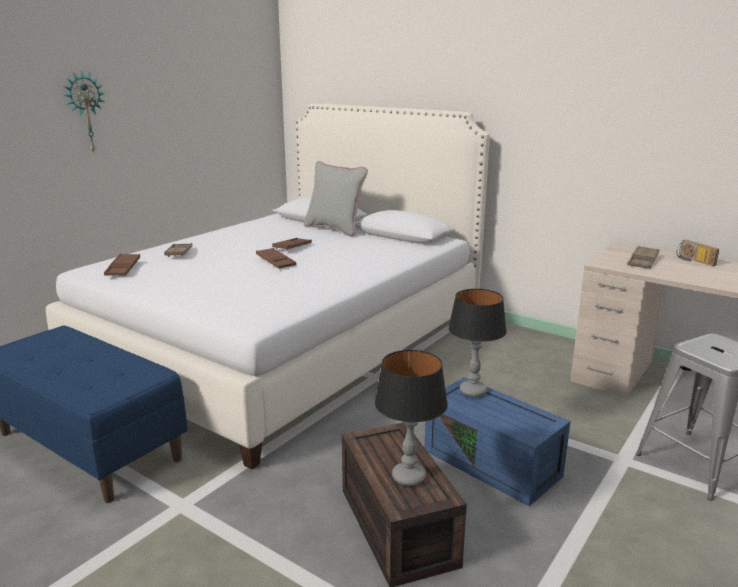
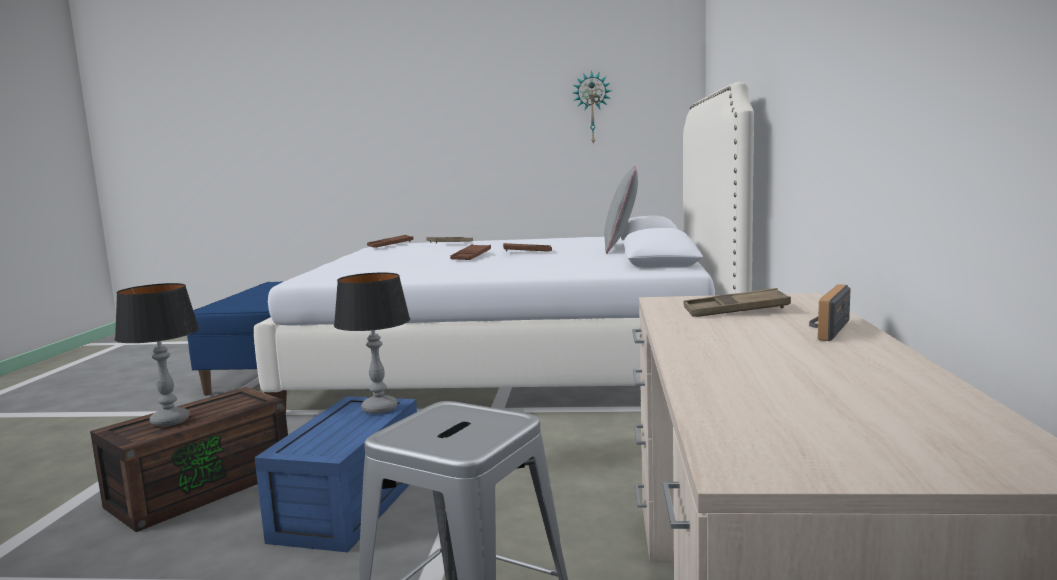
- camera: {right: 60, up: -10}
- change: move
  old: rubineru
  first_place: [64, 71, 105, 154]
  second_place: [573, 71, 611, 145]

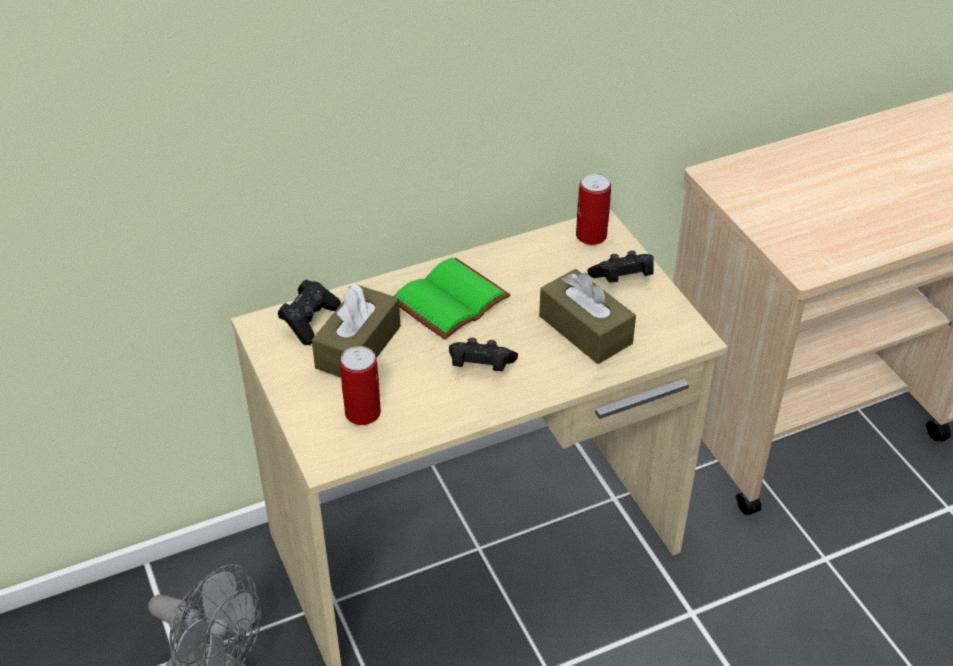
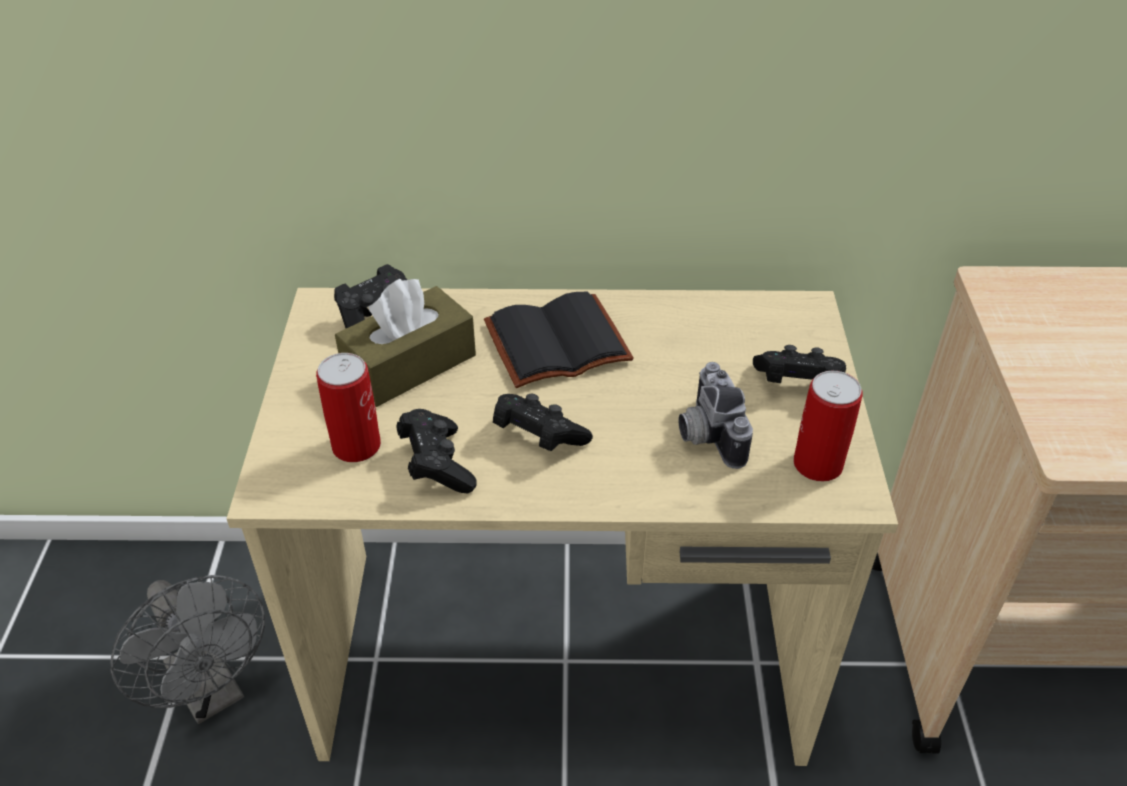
- camera: {right: 25, up: 0}
- change: recolor
  old: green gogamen
  new: black gogamen
  first_place: [394, 258, 511, 340]
  second_place: [484, 291, 634, 388]
- change: replace
  old: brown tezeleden
  new: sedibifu
  first_place: [539, 269, 636, 364]
  second_place: [678, 362, 753, 469]
- change: move
  old: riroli
  first_place: [576, 173, 611, 245]
  second_place: [793, 371, 863, 482]
- change: insert
  new: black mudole
  second_place: [396, 409, 477, 493]

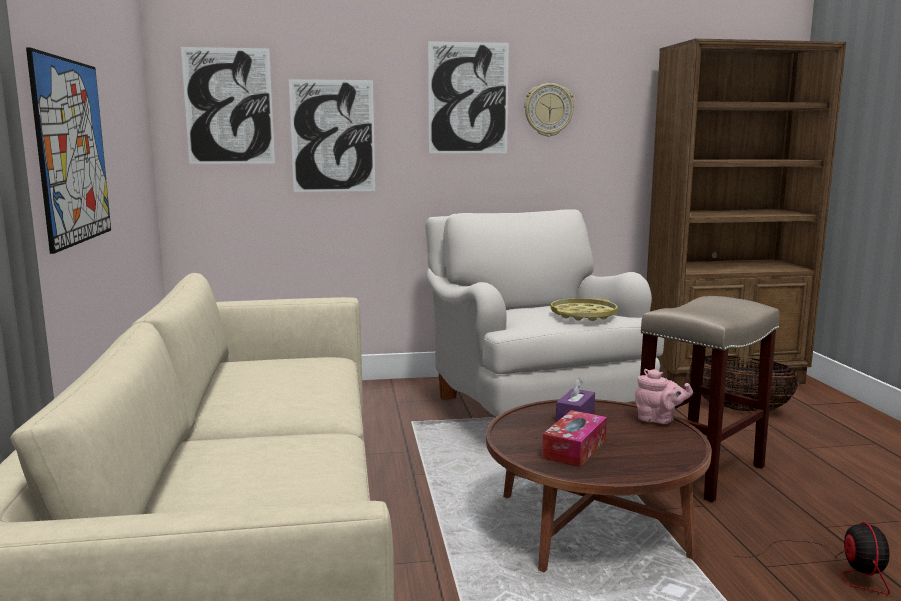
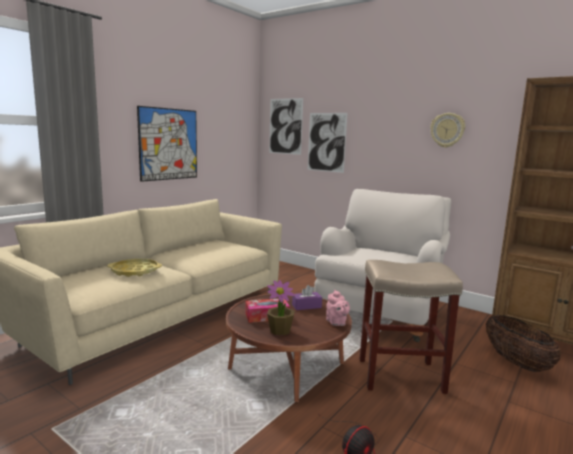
- camera: {right: 45, up: 0}
- change: delete
  old: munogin
  first_place: [428, 41, 509, 153]
- change: move
  old: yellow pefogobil
  first_place: [551, 298, 618, 321]
  second_place: [107, 259, 162, 277]
- change: insert
  new: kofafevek
  second_place: [267, 280, 295, 336]

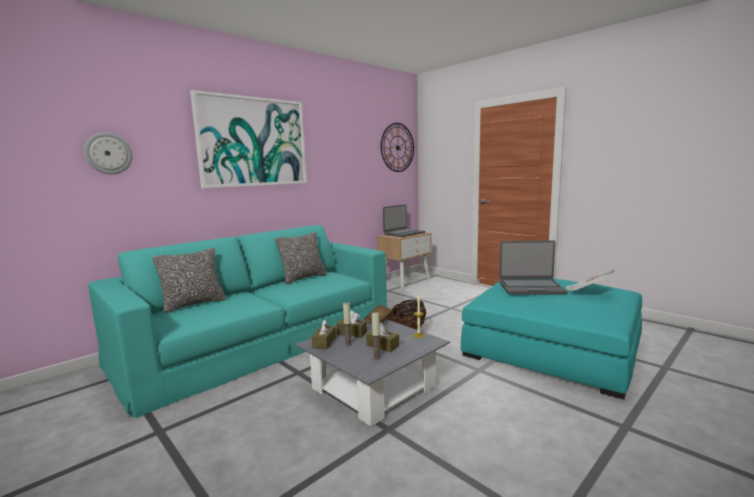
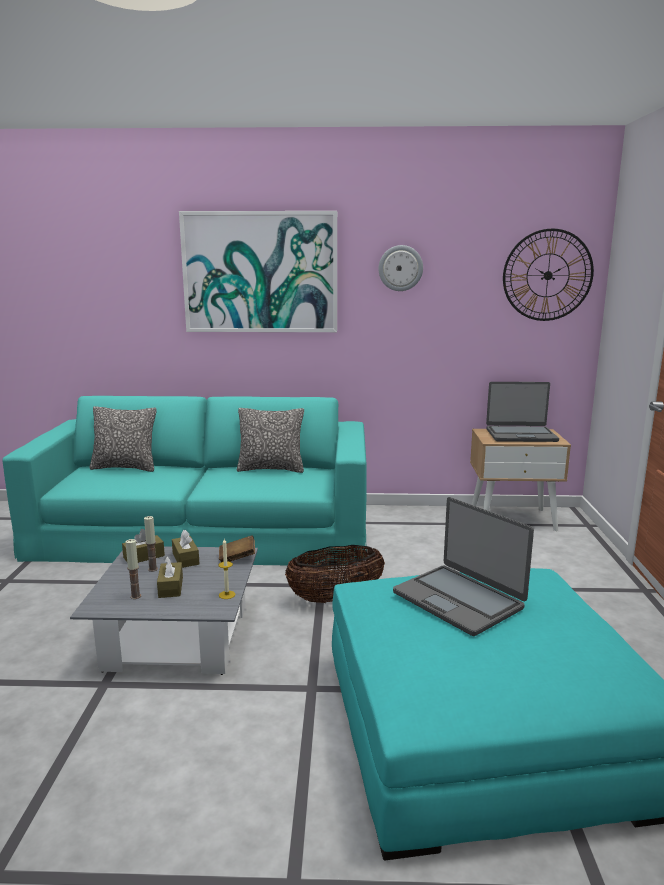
- camera: {right: 45, up: 5}
- change: move
  old: rubineru
  first_place: [84, 132, 133, 174]
  second_place: [378, 245, 423, 291]
- change: delete
  old: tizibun
  first_place: [566, 270, 617, 292]

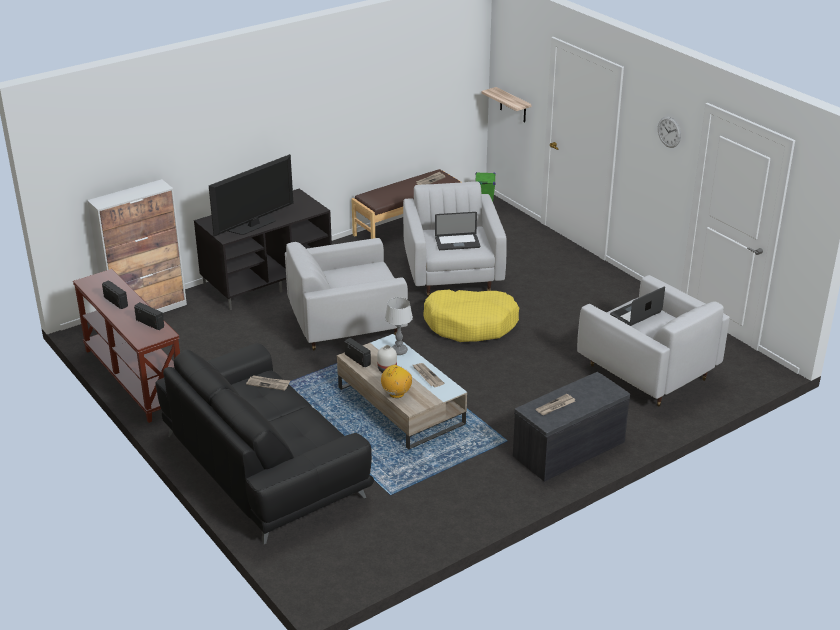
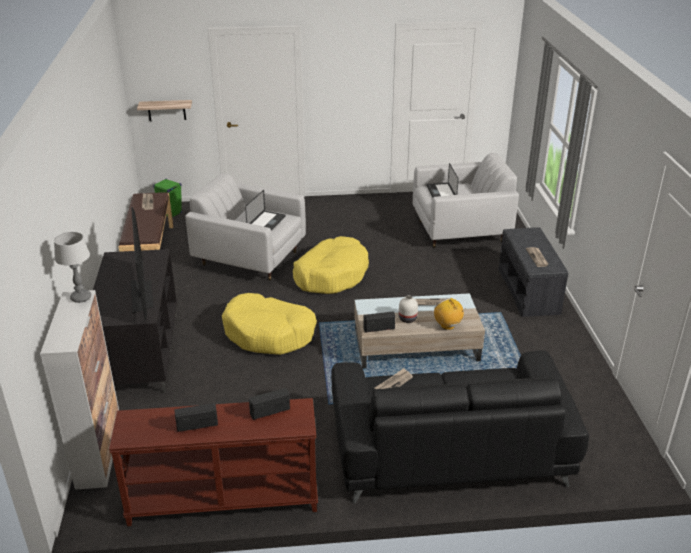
- camera: {right: -60, up: 0}
- change: replace
  old: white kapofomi
  new: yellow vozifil
  first_place: [285, 238, 408, 350]
  second_place: [222, 293, 317, 355]
- change: move
  old: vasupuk
  first_place: [385, 297, 413, 355]
  second_place: [54, 232, 91, 303]
- change: delete
  old: rubineru
  first_place: [658, 116, 681, 148]

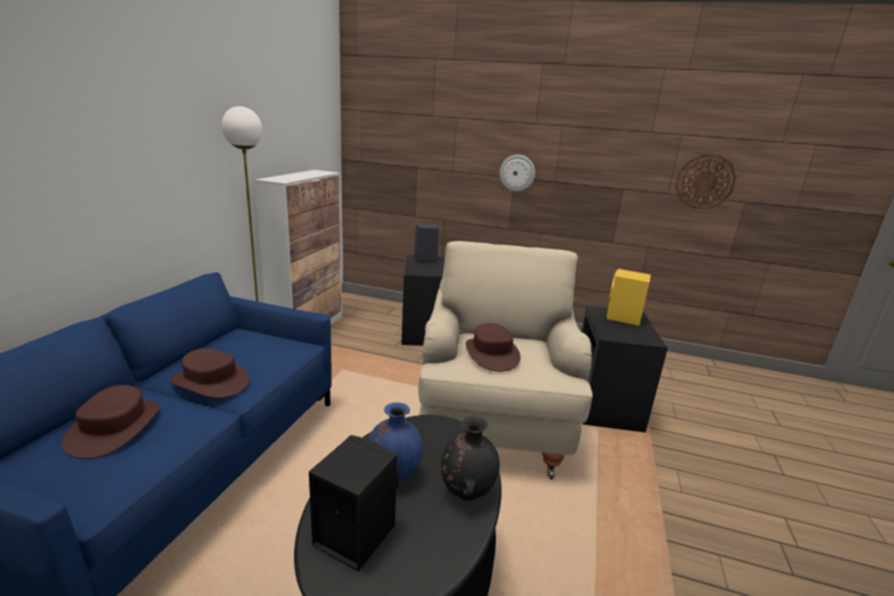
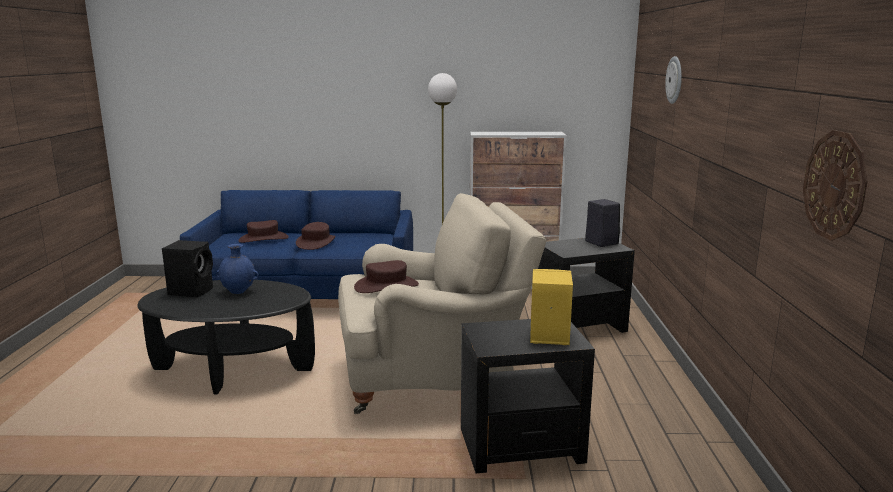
- camera: {right: 75, up: -5}
- change: delete
  old: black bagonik
  first_place: [441, 417, 500, 501]
- change: move
  old: rubineru
  first_place: [500, 155, 535, 192]
  second_place: [665, 56, 682, 104]

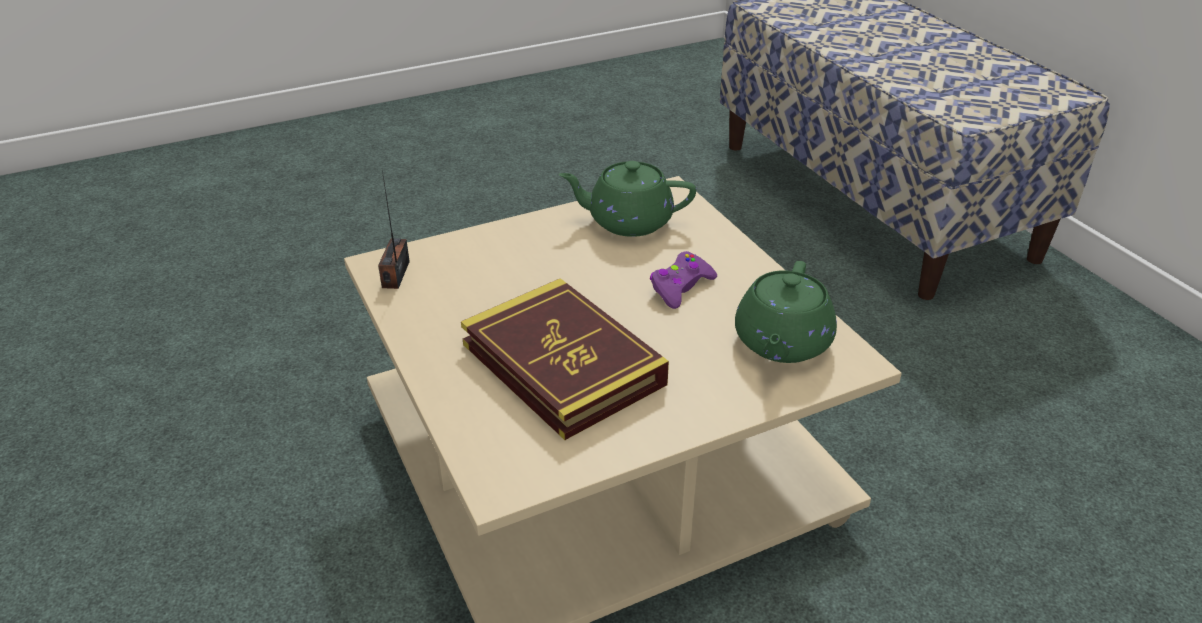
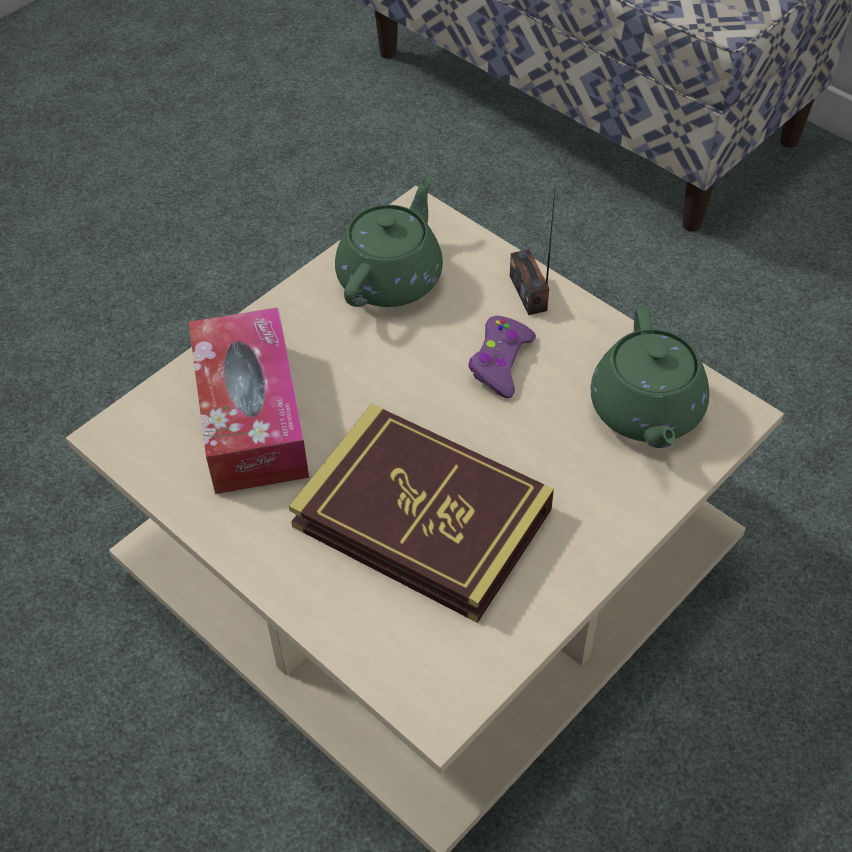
- camera: {right: -20, up: 15}
- change: move
  old: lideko
  first_place: [378, 170, 410, 289]
  second_place: [510, 192, 555, 315]
- change: rotate
  old: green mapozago
  first_place: [559, 161, 696, 237]
  second_place: [335, 175, 443, 307]
  degrees: 135
- change: insert
  new: tezeleden
  second_place: [189, 308, 309, 494]

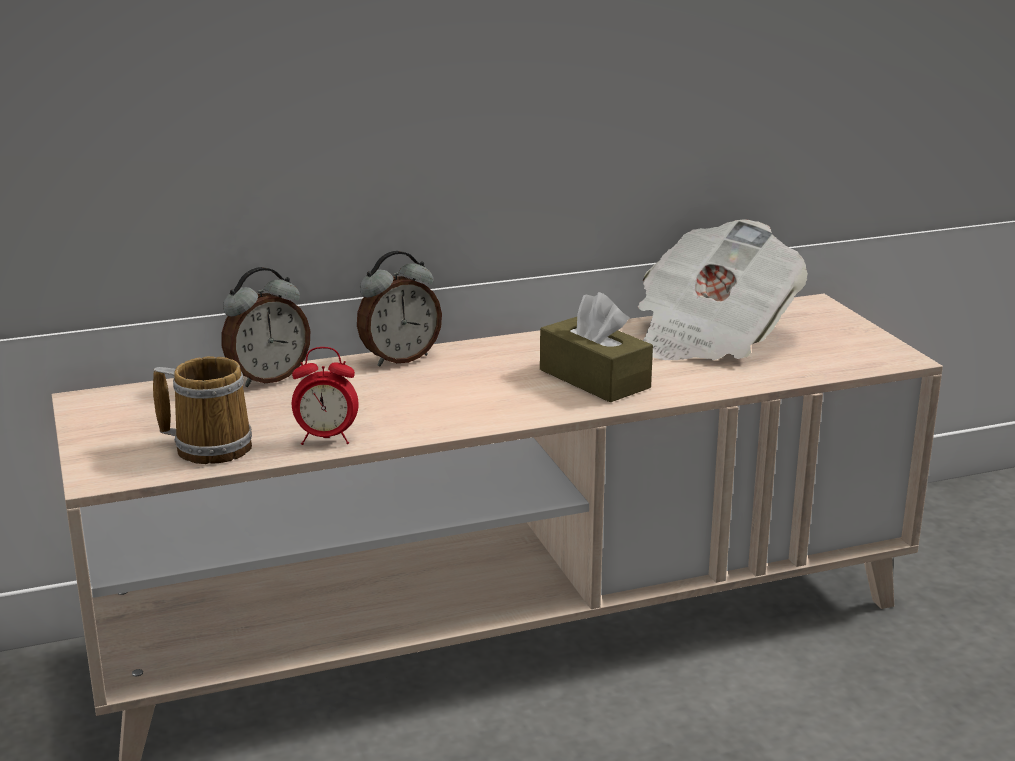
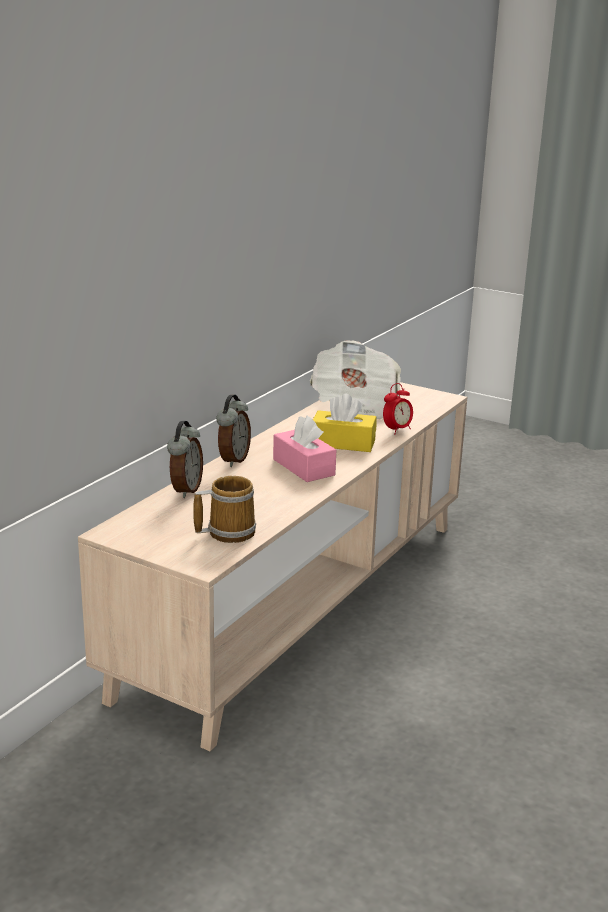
- camera: {right: -40, up: 0}
- change: move
  old: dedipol
  first_place: [292, 347, 358, 445]
  second_place: [383, 383, 413, 434]
- change: recolor
  old: brown tezeleden
  new: yellow tezeleden
  first_place: [540, 292, 653, 402]
  second_place: [313, 394, 377, 452]
- change: insert
  new: pink tezeleden
  second_place: [273, 416, 336, 482]

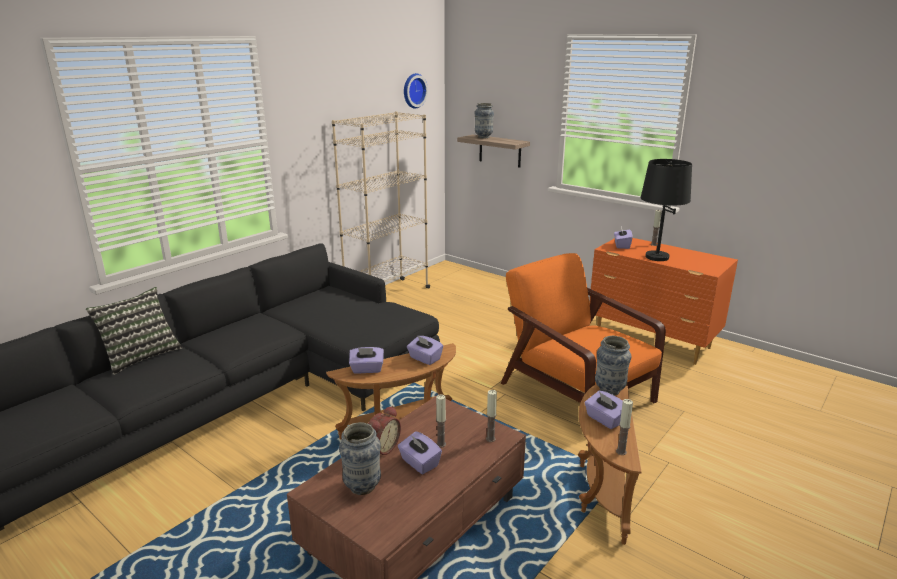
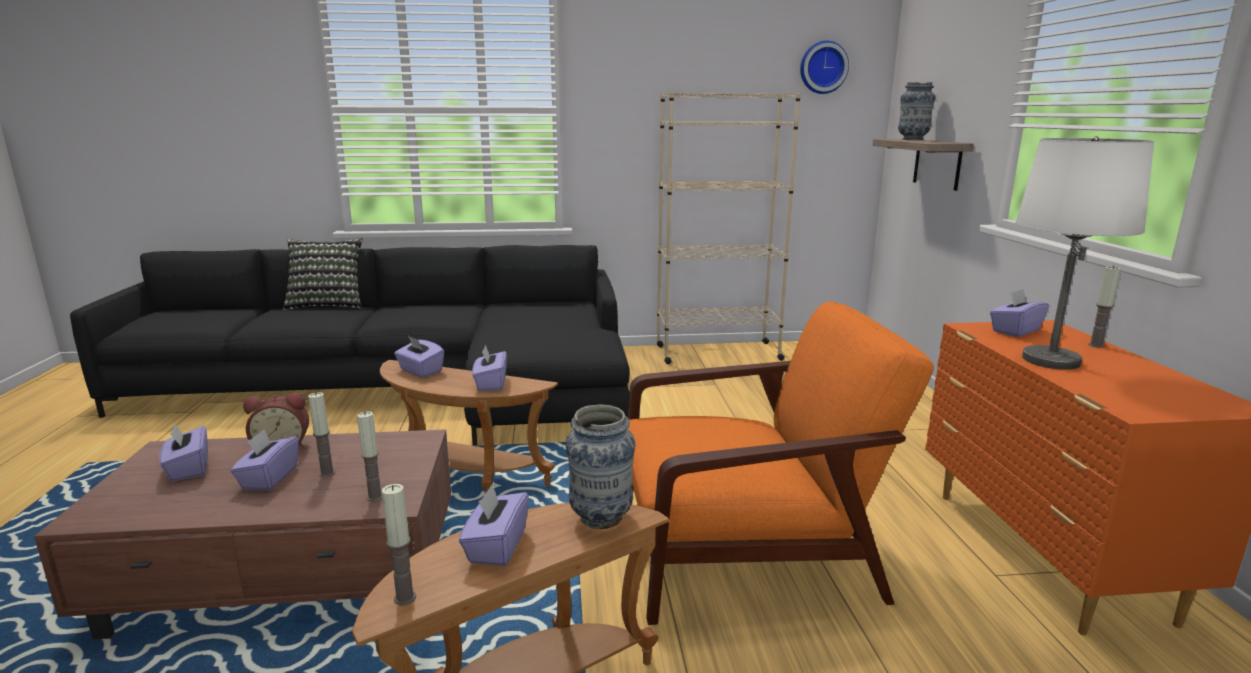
- camera: {right: 45, up: -5}
- change: replace
  old: bagonik
  new: purple tezeleden
  first_place: [339, 422, 381, 495]
  second_place: [159, 424, 208, 482]
- change: rotate
  old: orange kapofomi
  first_place: [501, 253, 666, 437]
  second_place: [628, 301, 934, 625]
  degrees: 75
- change: recolor
  old: black vasupuk
  new: white vasupuk
  first_place: [640, 159, 692, 261]
  second_place: [1016, 136, 1154, 370]

